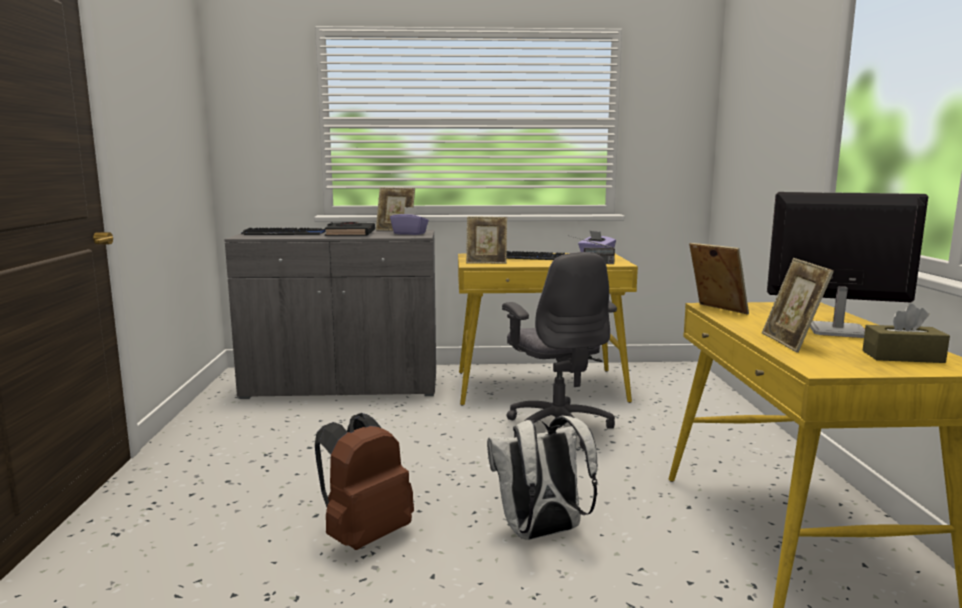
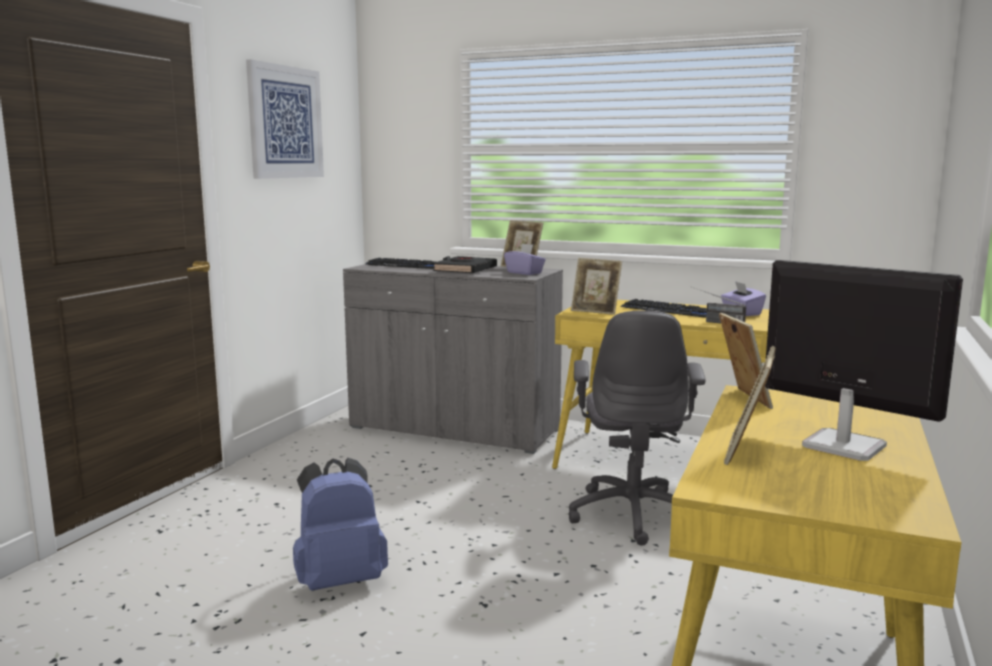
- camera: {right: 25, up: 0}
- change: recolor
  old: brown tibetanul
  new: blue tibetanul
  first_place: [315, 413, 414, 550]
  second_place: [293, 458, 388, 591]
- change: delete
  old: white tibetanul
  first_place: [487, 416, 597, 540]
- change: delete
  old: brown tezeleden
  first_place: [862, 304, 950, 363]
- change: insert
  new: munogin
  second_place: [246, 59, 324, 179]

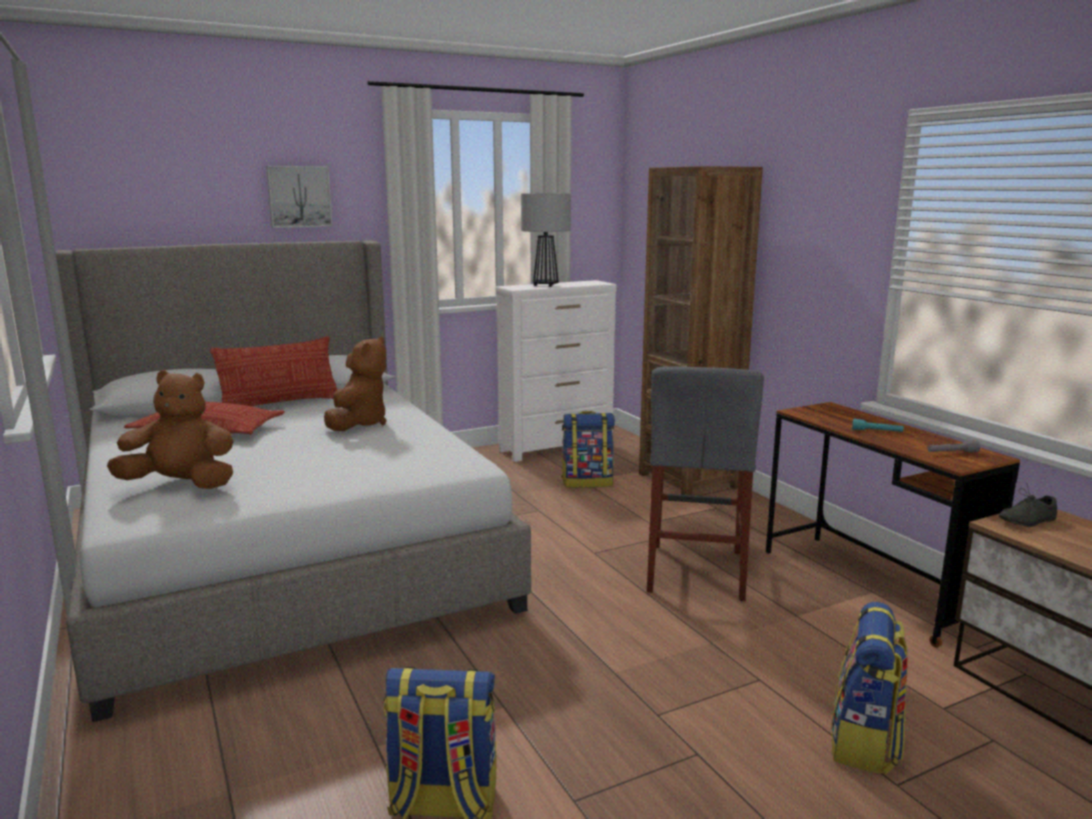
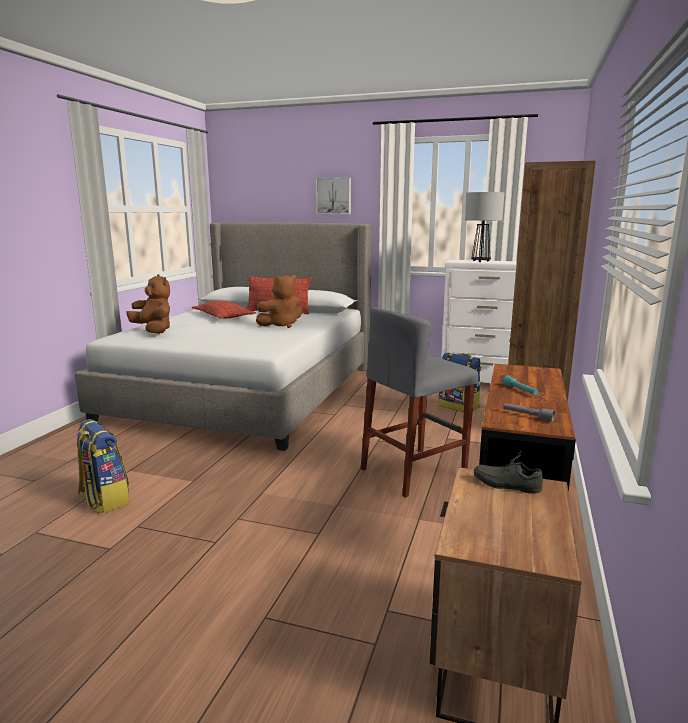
- camera: {right: 45, up: 0}
- change: delete
  old: tibetanul
  first_place: [831, 602, 908, 775]

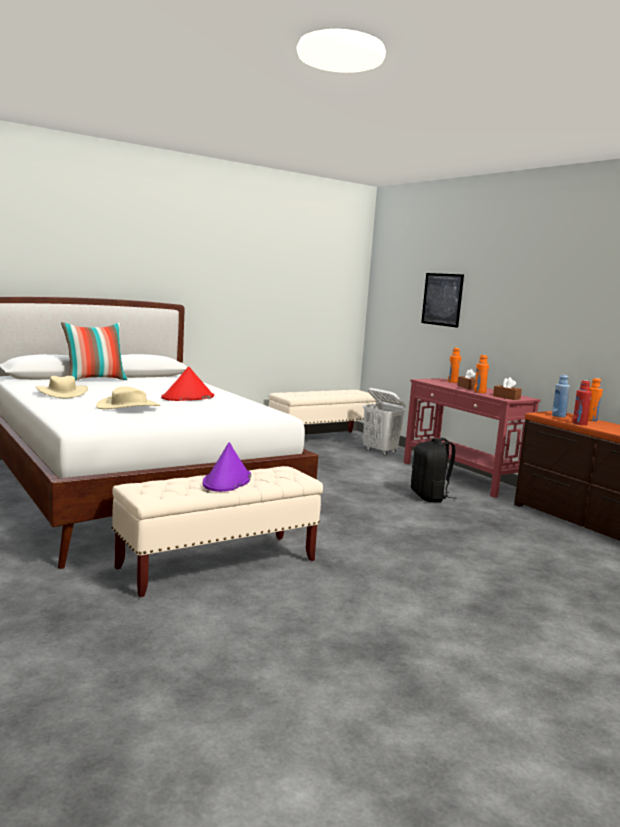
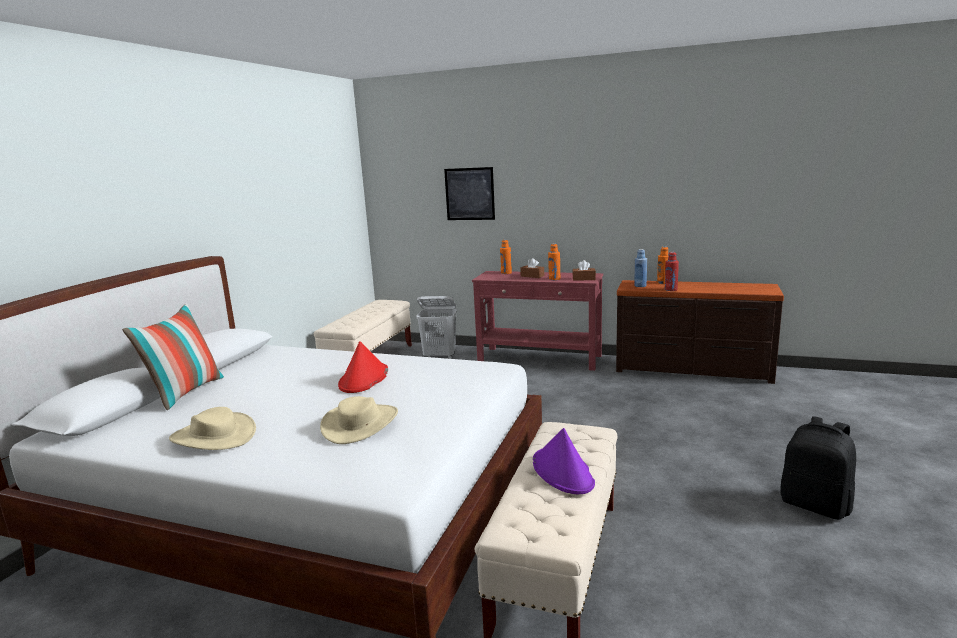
- camera: {right: -35, up: 5}
- change: move
  old: black tibetanul
  first_place: [411, 438, 457, 502]
  second_place: [780, 416, 856, 520]

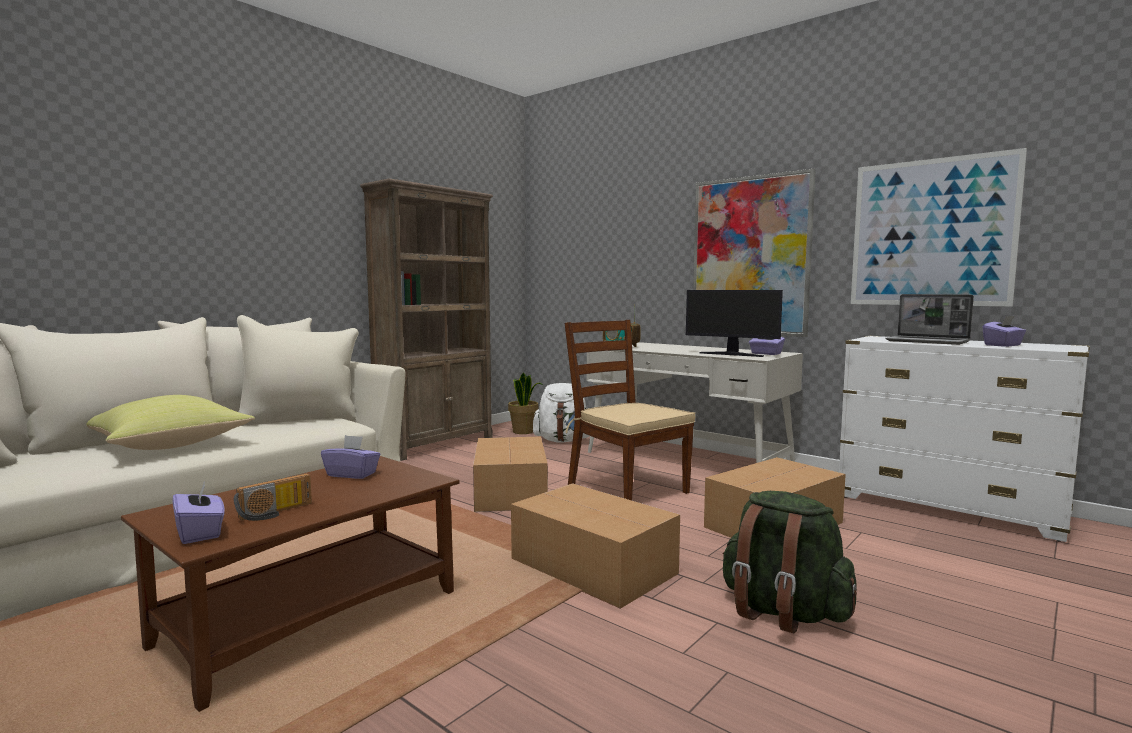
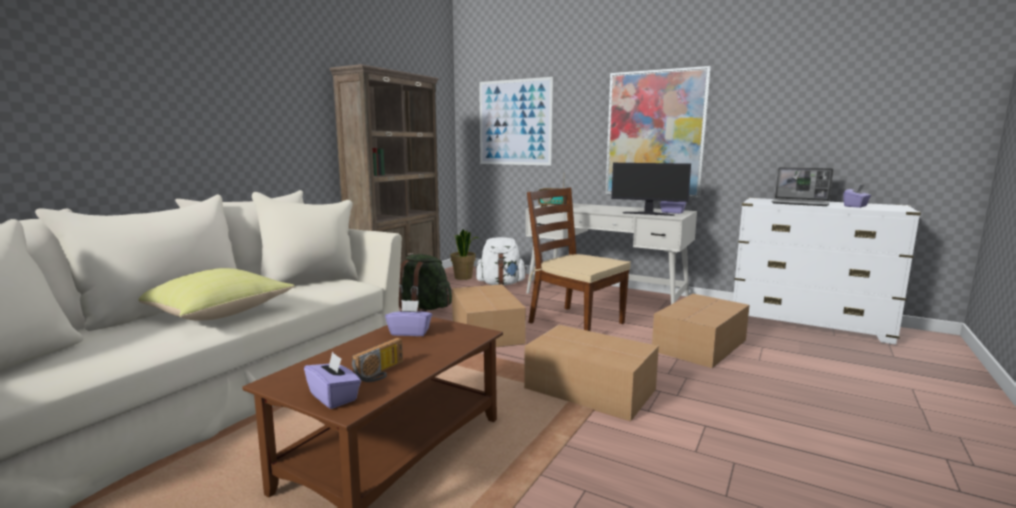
- camera: {right: -10, up: 5}
- change: move
  old: green tibetanul
  first_place: [722, 491, 857, 633]
  second_place: [399, 254, 452, 312]
- change: move
  old: munogin
  first_place: [851, 148, 1027, 307]
  second_place: [479, 77, 553, 165]

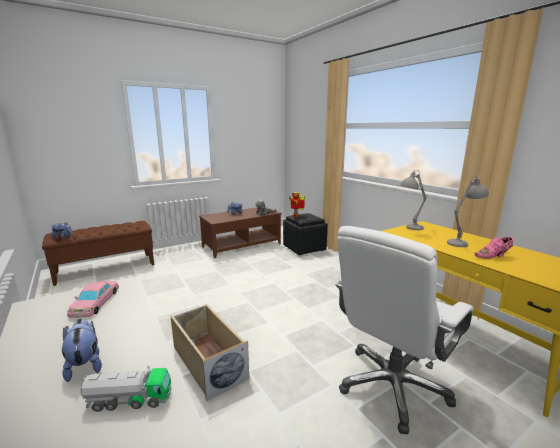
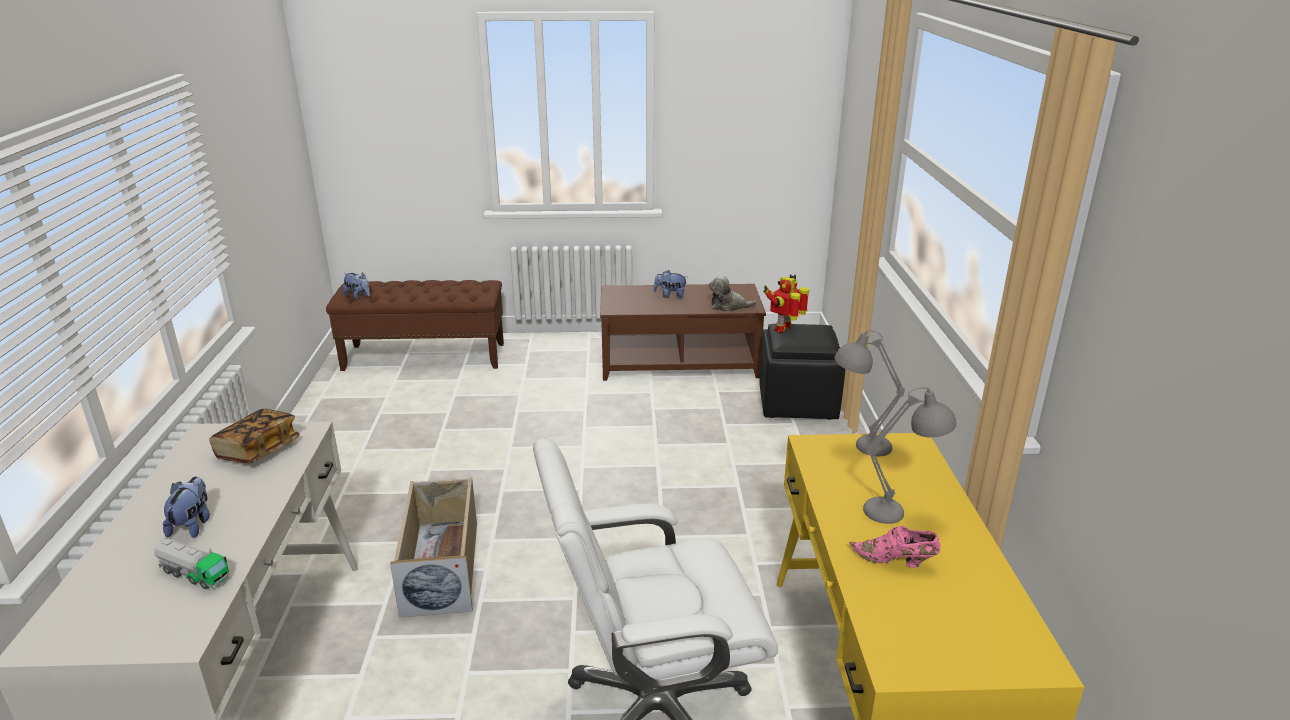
- camera: {right: 30, up: 10}
- change: replace
  old: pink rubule
  new: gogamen
  first_place: [67, 281, 119, 318]
  second_place: [209, 409, 299, 464]

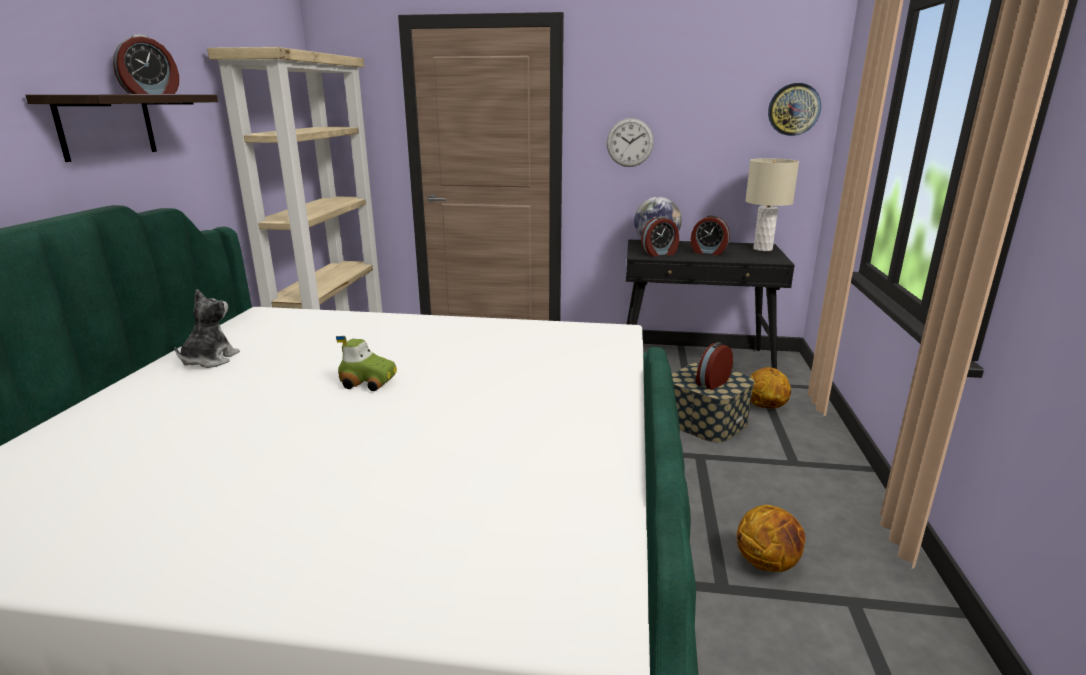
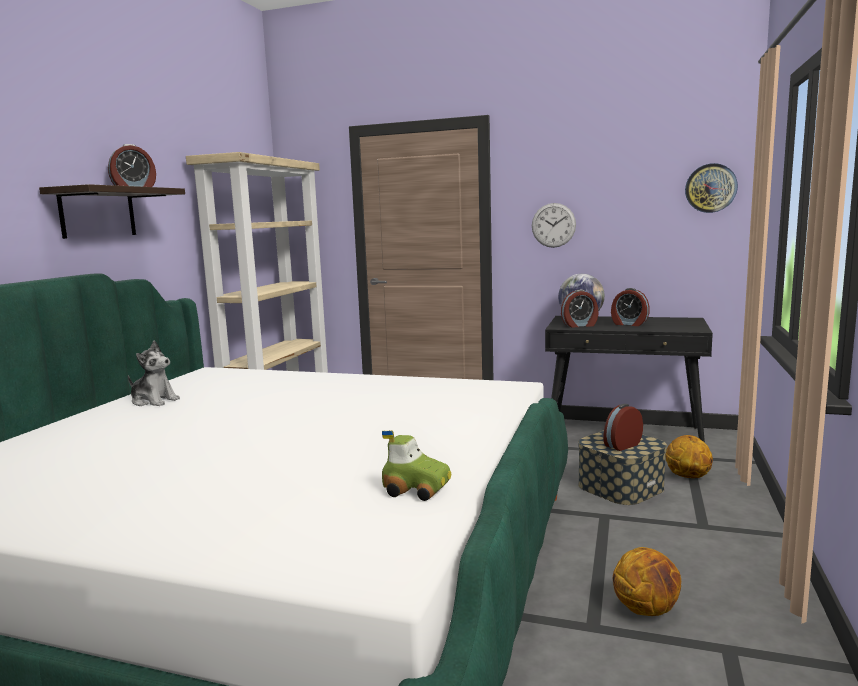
- camera: {right: 10, up: -10}
- change: rotate
  old: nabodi
  first_place: [175, 289, 240, 368]
  second_place: [128, 341, 180, 406]
  degrees: 90
- change: move
  old: rubule
  first_place: [336, 336, 397, 391]
  second_place: [382, 430, 451, 501]
- change: delete
  old: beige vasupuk
  first_place: [745, 158, 799, 251]

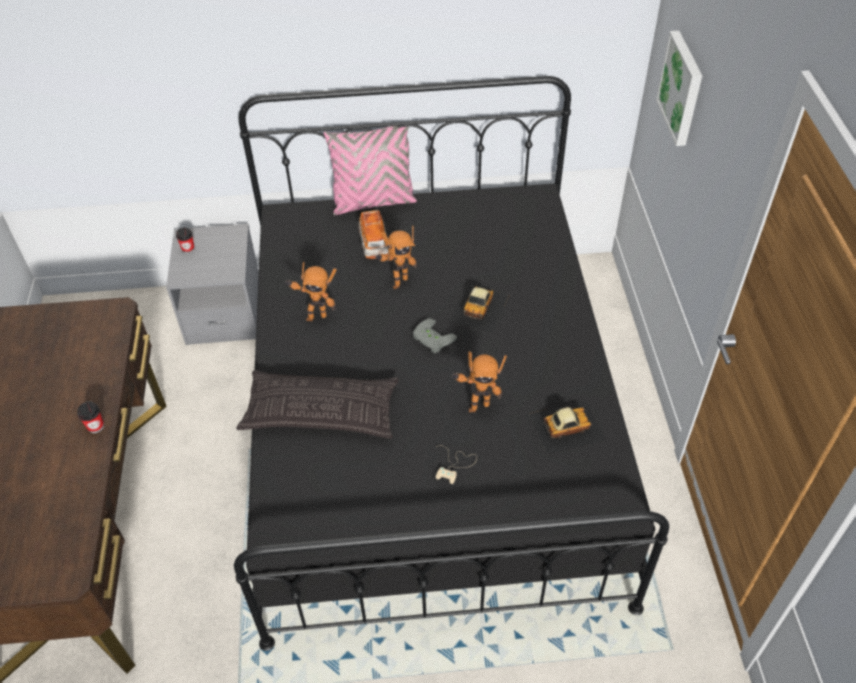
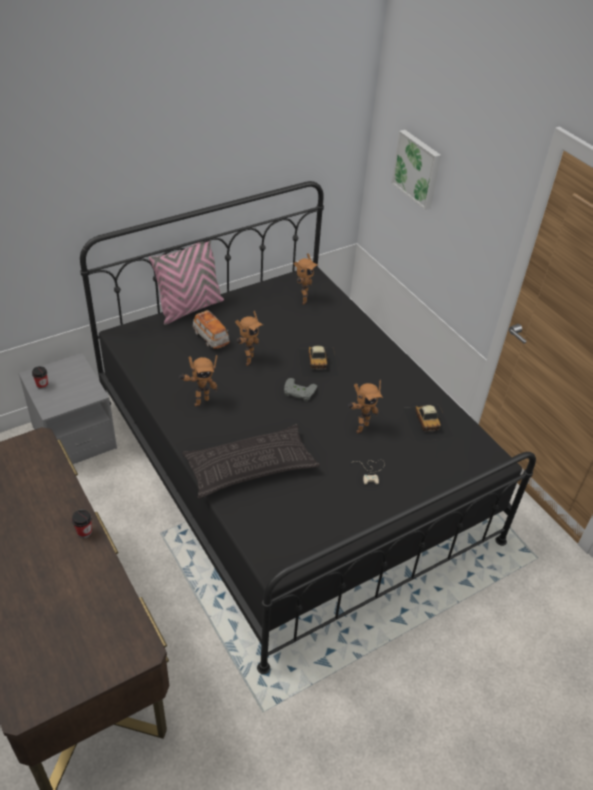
- camera: {right: -30, up: -5}
- change: rotate
  old: rubule
  first_place: [529, 400, 606, 455]
  second_place: [403, 404, 453, 441]
  degrees: 120
- change: insert
  new: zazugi
  second_place: [294, 253, 318, 305]

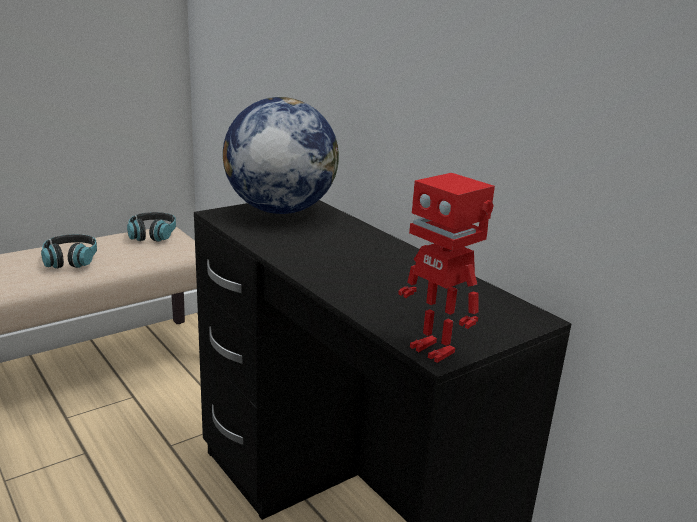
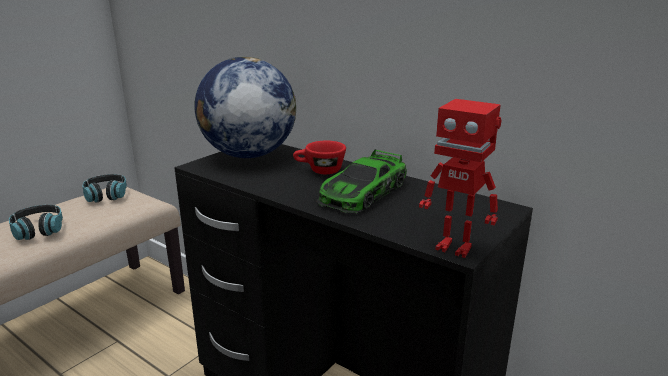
- camera: {right: -15, up: 0}
- change: insert
  new: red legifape
  second_place: [293, 141, 346, 174]
- change: insert
  new: rubule
  second_place: [317, 149, 407, 214]

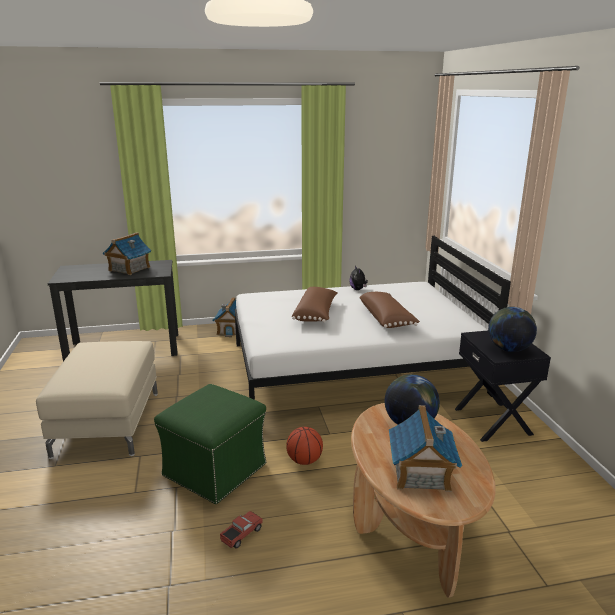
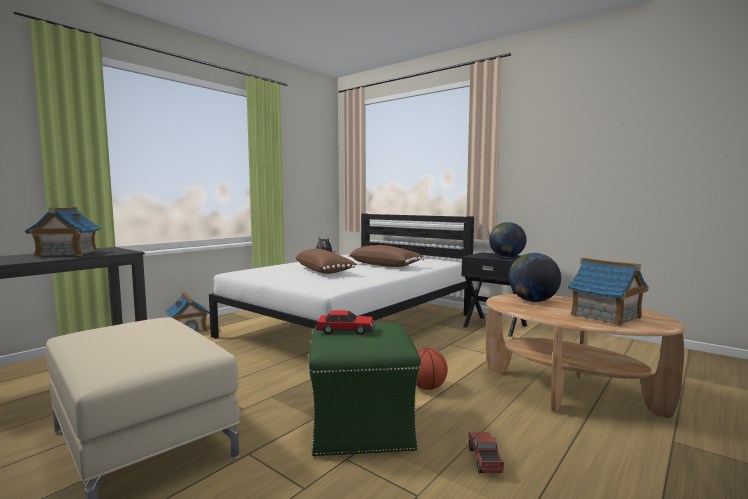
- camera: {right: -40, up: -15}
- change: insert
  new: rubule
  second_place: [316, 310, 375, 335]

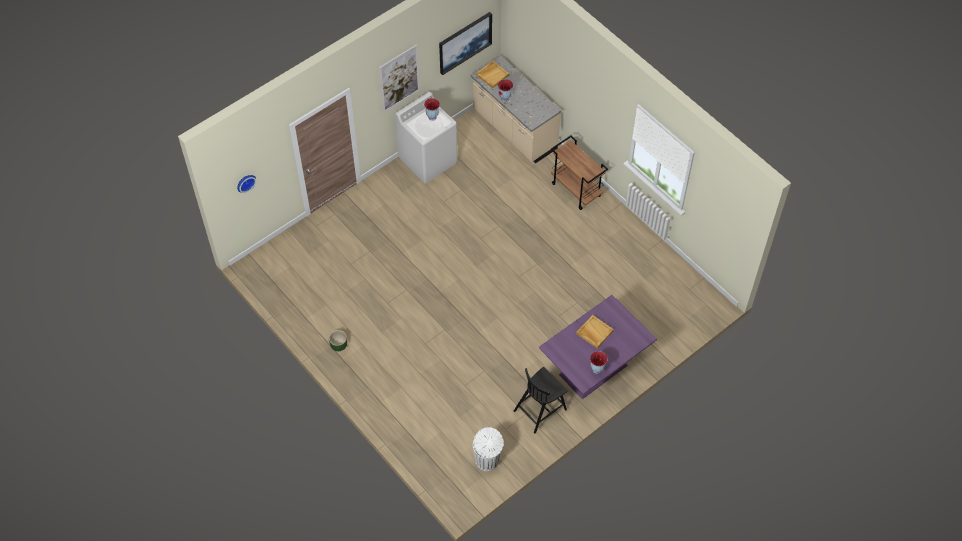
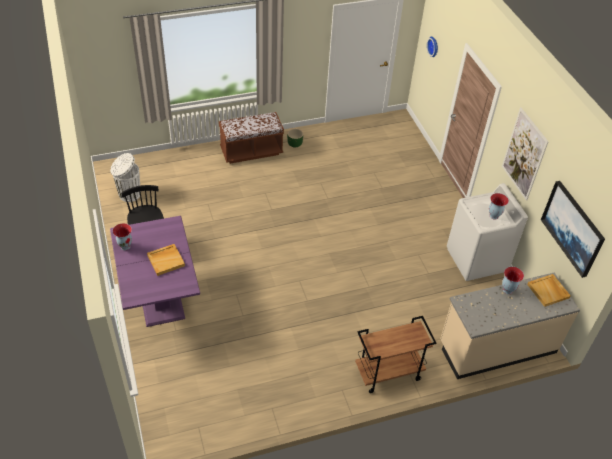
- camera: {right: 110, up: -10}
- change: insert
  new: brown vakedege
  second_place: [219, 112, 284, 164]

